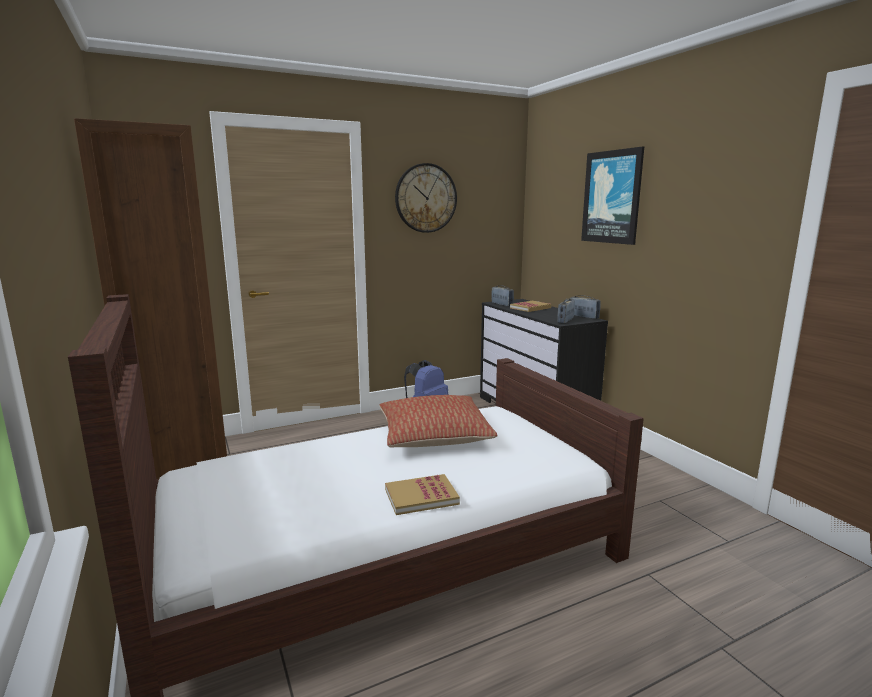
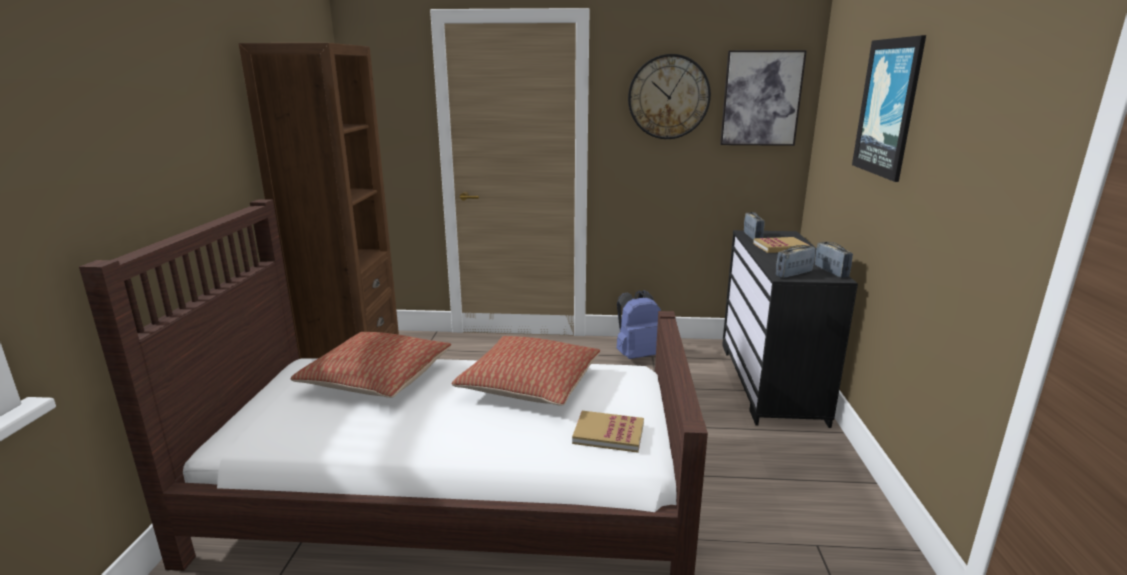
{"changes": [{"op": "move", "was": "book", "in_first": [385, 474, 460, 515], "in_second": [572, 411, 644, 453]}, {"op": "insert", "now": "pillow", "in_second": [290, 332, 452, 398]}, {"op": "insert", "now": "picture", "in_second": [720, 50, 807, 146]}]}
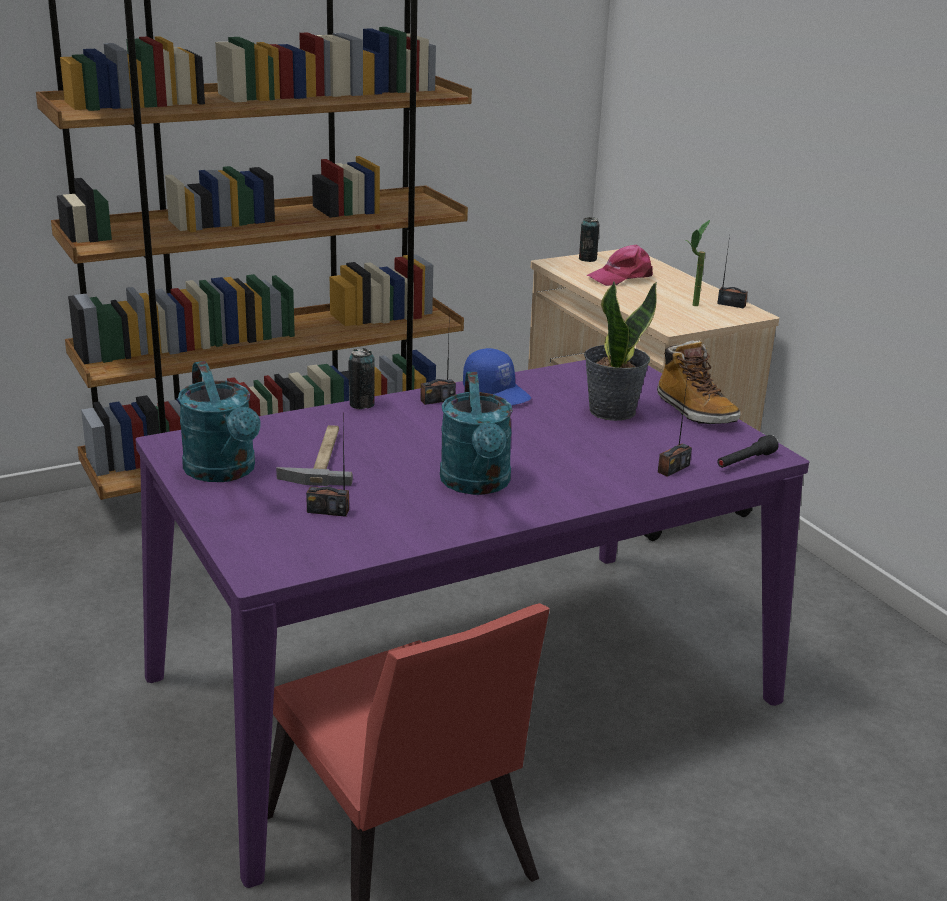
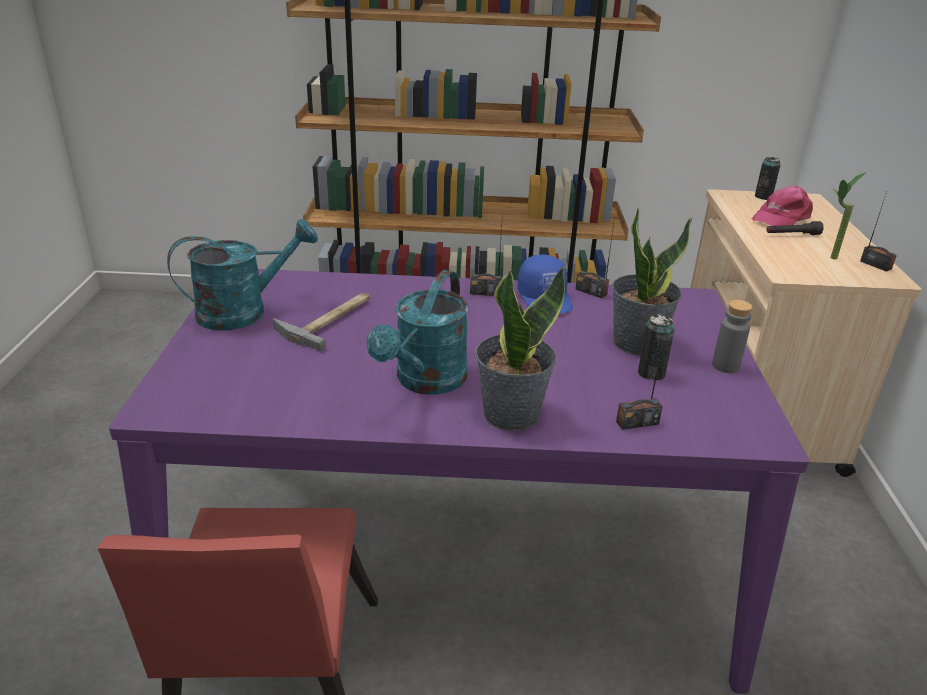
{"changes": [{"op": "rotate", "was": "watering can (turquoise)", "in_first": [178, 361, 261, 482], "in_second": [167, 219, 318, 330], "clockwise": -120}, {"op": "move", "was": "radio", "in_first": [306, 419, 349, 517], "in_second": [575, 217, 615, 298]}, {"op": "move", "was": "can", "in_first": [349, 348, 375, 409], "in_second": [638, 314, 675, 380]}, {"op": "rotate", "was": "cap (pink)", "in_first": [586, 245, 653, 286], "in_second": [752, 186, 813, 226], "clockwise": -45}, {"op": "replace", "was": "boot", "now": "bottle (grey)", "in_first": [657, 340, 741, 424], "in_second": [712, 300, 753, 373]}, {"op": "move", "was": "flashlight (black)", "in_first": [718, 435, 778, 468], "in_second": [766, 221, 824, 235]}, {"op": "insert", "now": "potted plant", "in_second": [475, 266, 565, 431]}]}
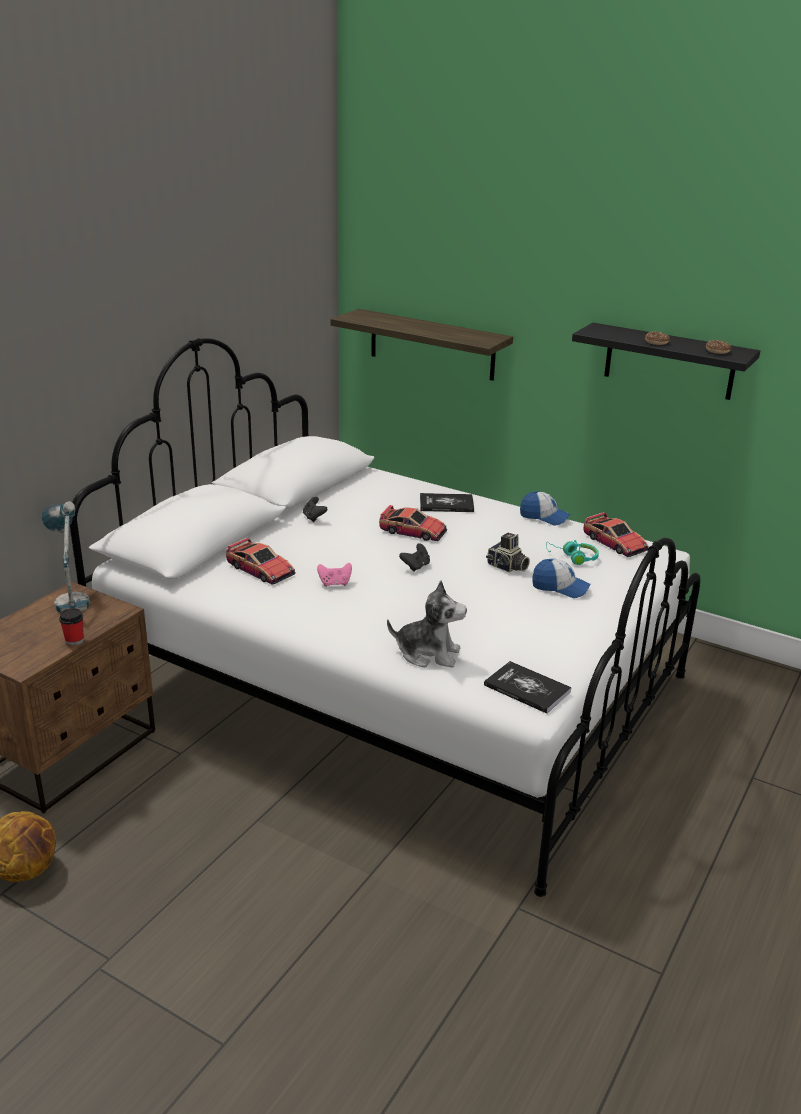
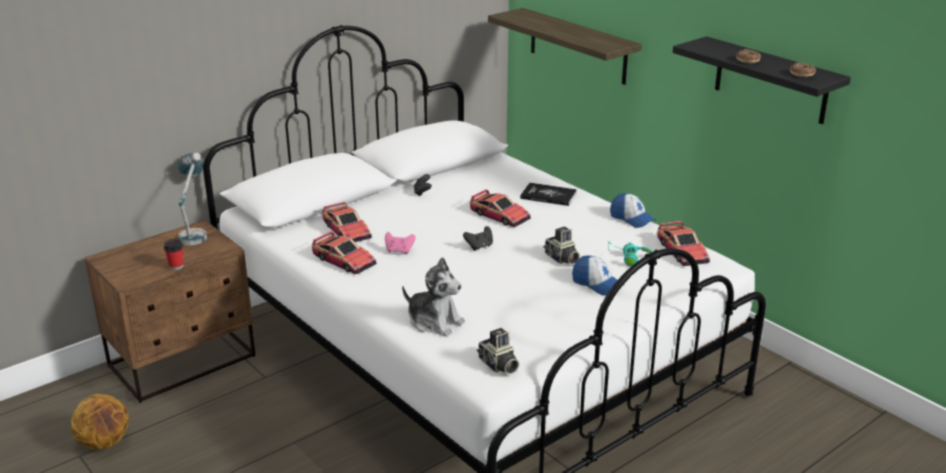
{"changes": [{"op": "replace", "was": "book", "now": "photo camera", "in_first": [484, 661, 572, 714], "in_second": [477, 328, 519, 375]}, {"op": "insert", "now": "toy car", "in_second": [312, 231, 377, 274]}]}
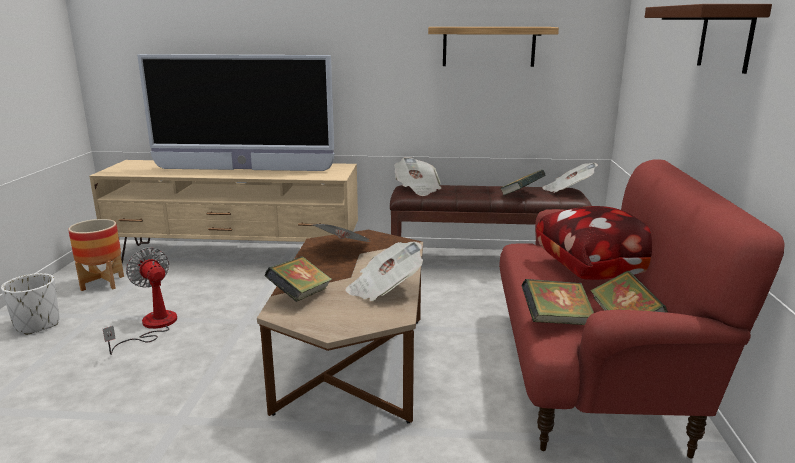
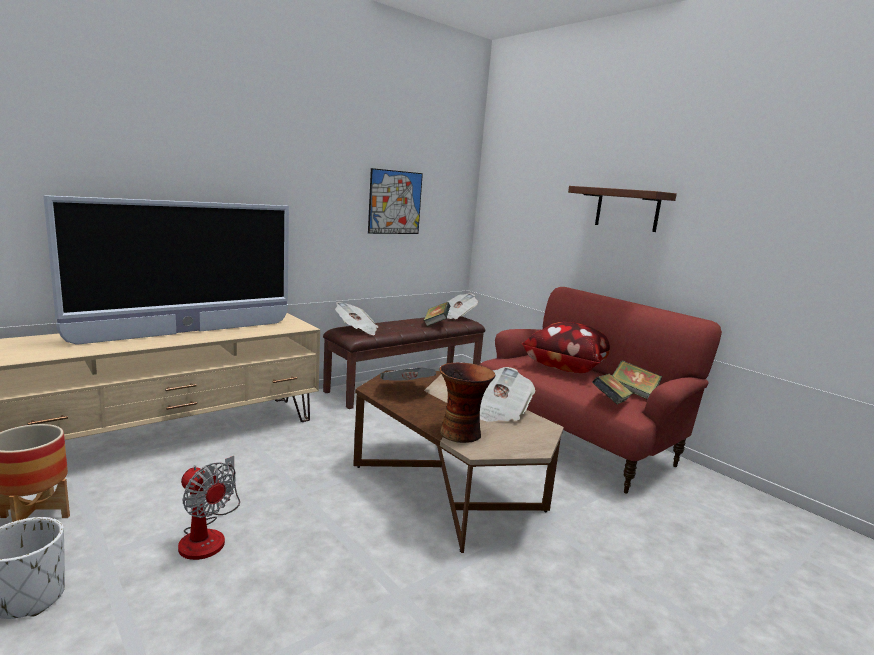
{"changes": [{"op": "rotate", "was": "fan", "in_first": [103, 248, 177, 355], "in_second": [178, 456, 240, 560], "clockwise": -150}, {"op": "replace", "was": "book", "now": "vase", "in_first": [264, 256, 332, 302], "in_second": [439, 363, 495, 443]}, {"op": "replace", "was": "shelf", "now": "picture", "in_first": [428, 27, 559, 67], "in_second": [368, 168, 423, 234]}]}
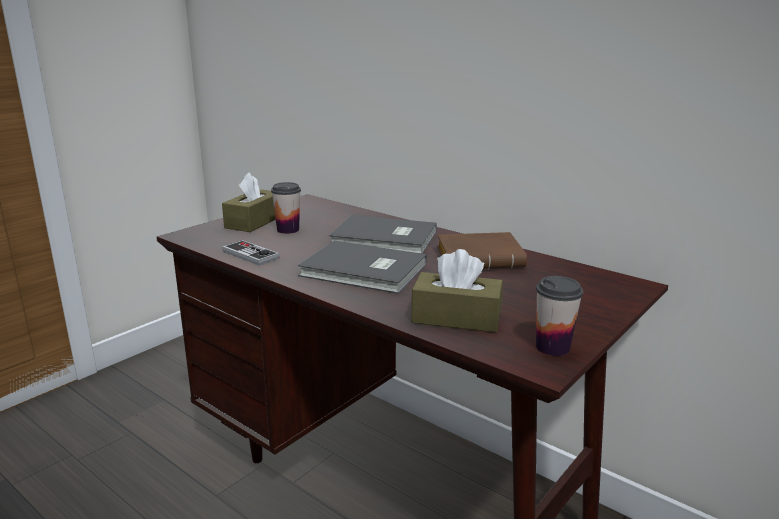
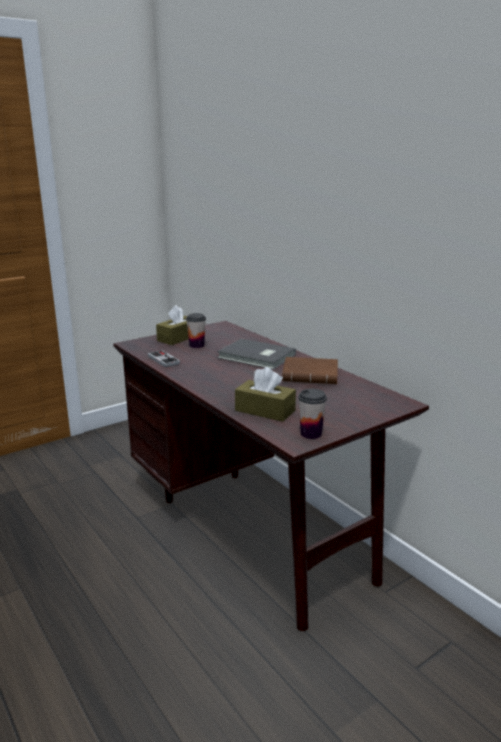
{"changes": [{"op": "delete", "was": "book (grey)", "in_first": [298, 241, 427, 294]}]}
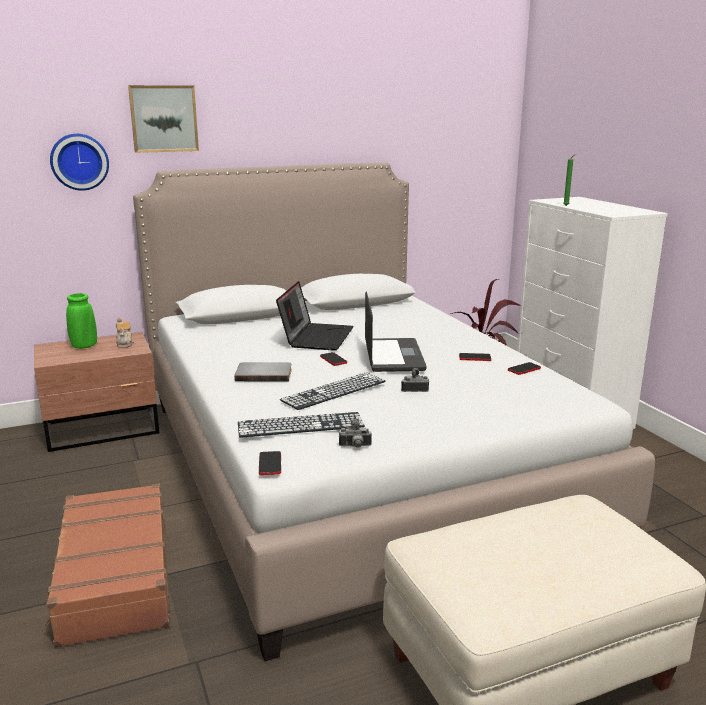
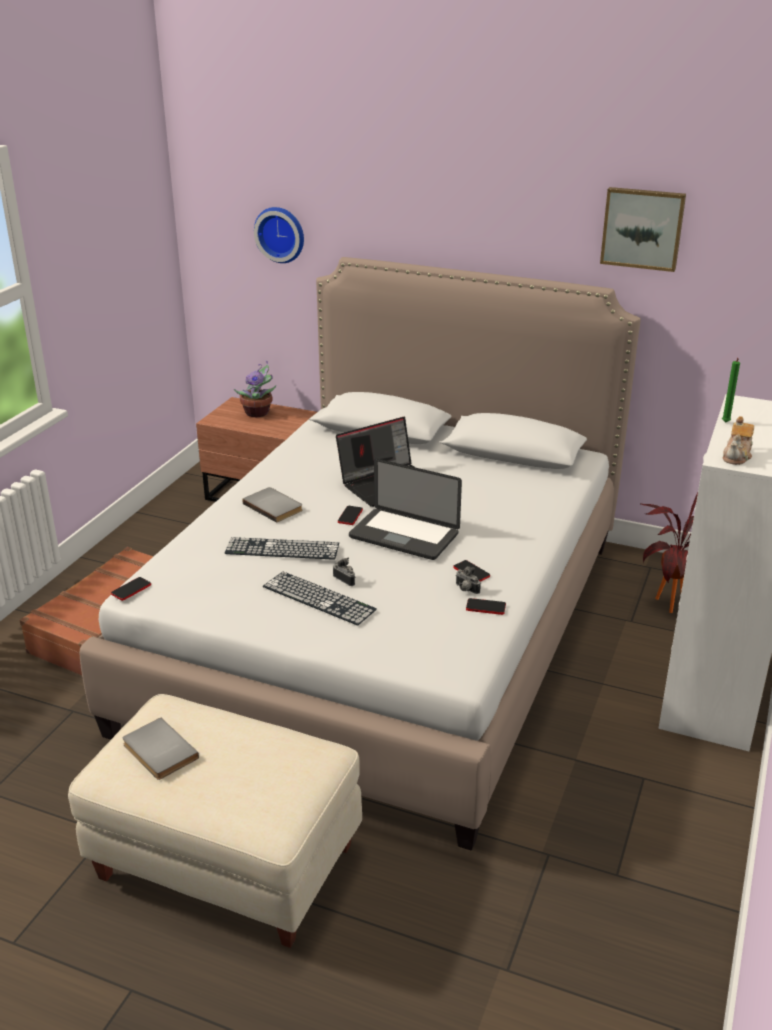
{"changes": [{"op": "replace", "was": "vase (green)", "now": "potted plant", "in_first": [66, 293, 97, 349], "in_second": [234, 360, 276, 417]}, {"op": "move", "was": "teapot", "in_first": [116, 318, 134, 348], "in_second": [723, 416, 754, 465]}, {"op": "move", "was": "picture", "in_first": [128, 85, 199, 153], "in_second": [600, 187, 686, 272]}, {"op": "move", "was": "keyboard", "in_first": [238, 412, 365, 438], "in_second": [263, 572, 377, 625]}, {"op": "move", "was": "photo camera", "in_first": [339, 419, 372, 448], "in_second": [456, 566, 481, 594]}, {"op": "rotate", "was": "laptop", "in_first": [365, 291, 426, 372], "in_second": [349, 459, 462, 560], "clockwise": 75}, {"op": "insert", "now": "book (grey)", "in_second": [123, 718, 199, 780]}]}
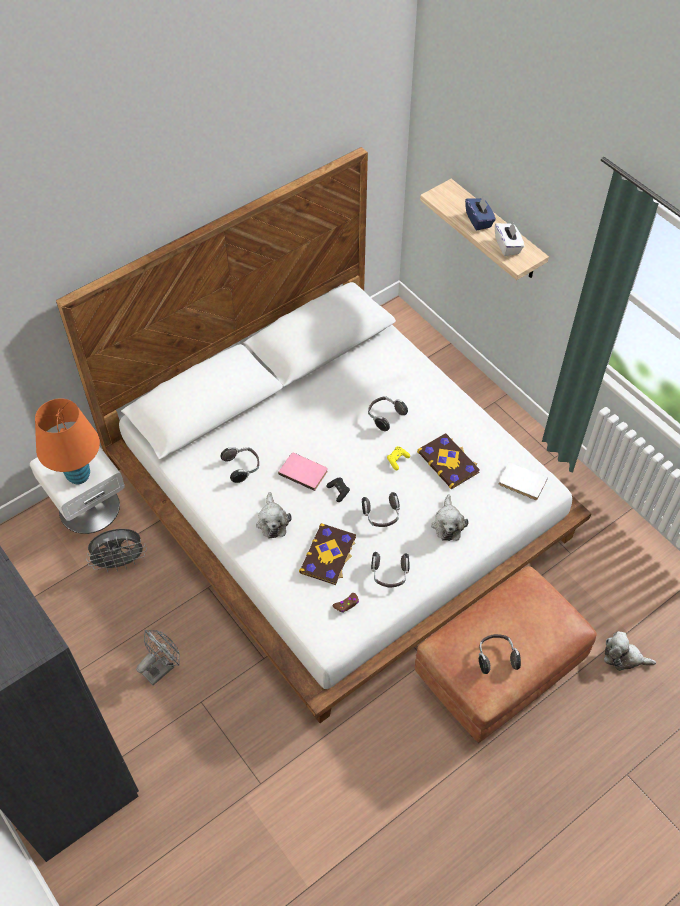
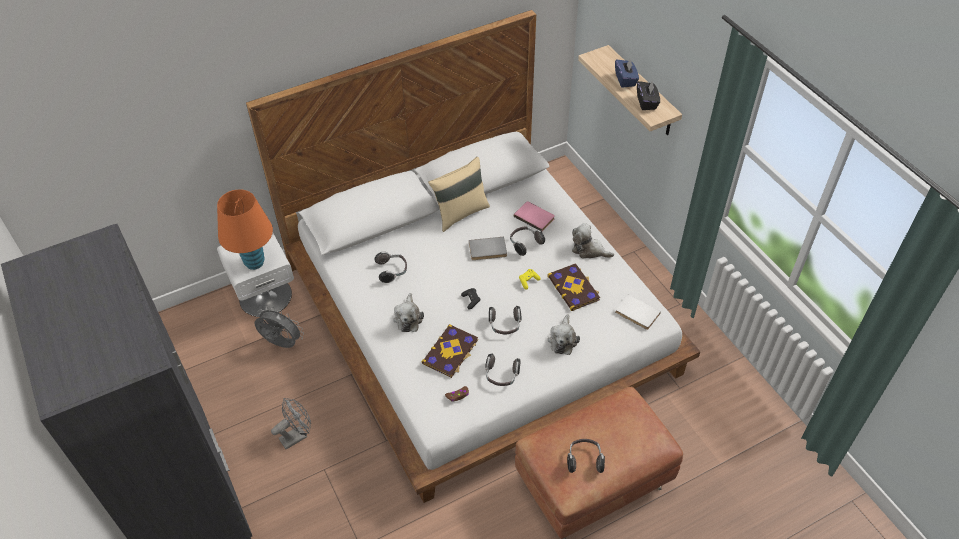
{"changes": [{"op": "rotate", "was": "fan (grey)", "in_first": [86, 529, 147, 572], "in_second": [255, 306, 304, 348], "clockwise": -150}, {"op": "move", "was": "book (pink)", "in_first": [278, 453, 328, 491], "in_second": [514, 201, 555, 232]}, {"op": "recolor", "was": "tissue box (white)", "now": "tissue box (black)", "in_first": [495, 222, 524, 256], "in_second": [637, 81, 660, 110]}, {"op": "move", "was": "plush toy", "in_first": [604, 631, 656, 671], "in_second": [572, 223, 614, 259]}, {"op": "insert", "now": "pillow (beige)", "in_second": [428, 157, 490, 232]}, {"op": "insert", "now": "book (grey)", "in_second": [469, 237, 507, 260]}]}
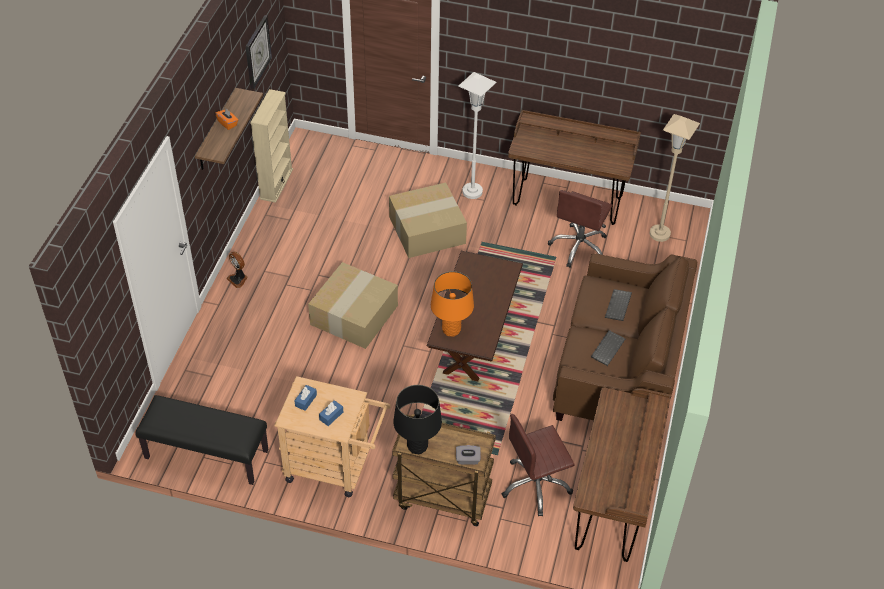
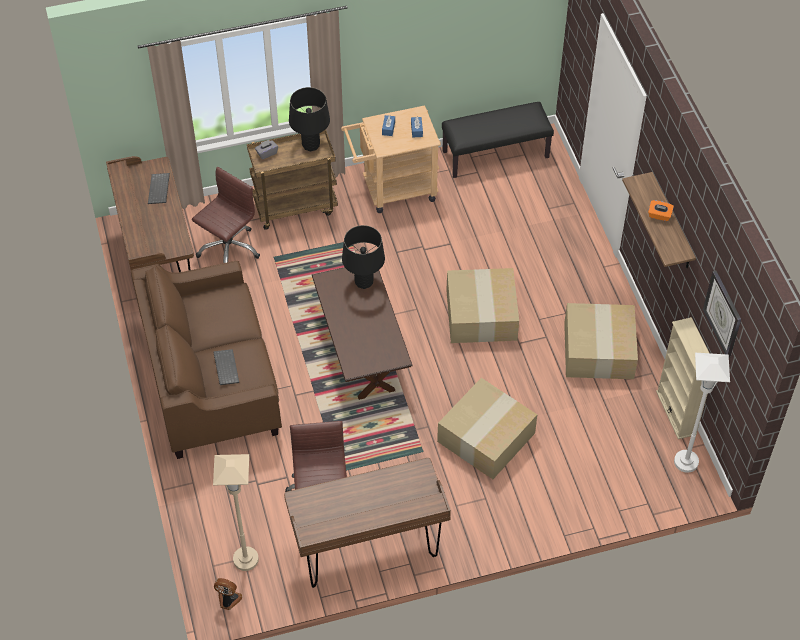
{"changes": [{"op": "move", "was": "fan", "in_first": [227, 252, 247, 288], "in_second": [214, 578, 242, 610]}, {"op": "recolor", "was": "table lamp (orange)", "now": "table lamp (black)", "in_first": [431, 271, 474, 337], "in_second": [342, 225, 385, 289]}, {"op": "move", "was": "floor lamp (white)", "in_first": [459, 72, 496, 199], "in_second": [674, 353, 730, 473]}, {"op": "move", "was": "keyboard", "in_first": [591, 330, 625, 366], "in_second": [148, 173, 170, 204]}, {"op": "insert", "now": "cardboard box", "in_second": [564, 303, 638, 379]}]}
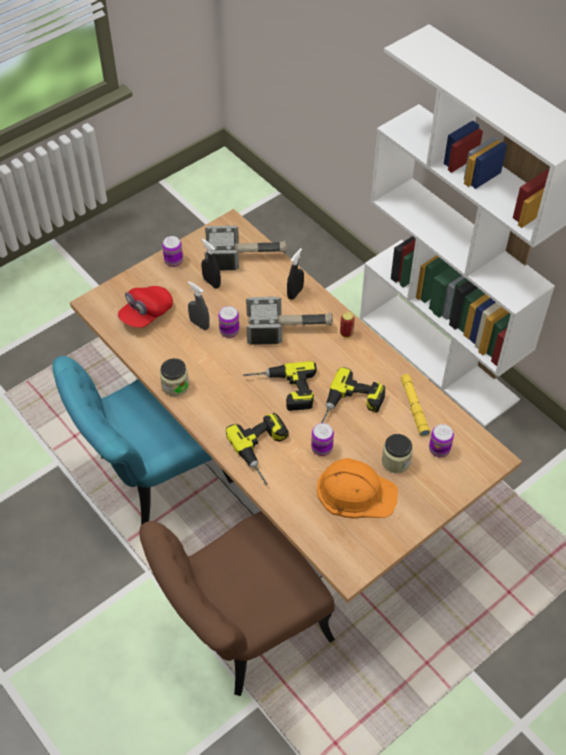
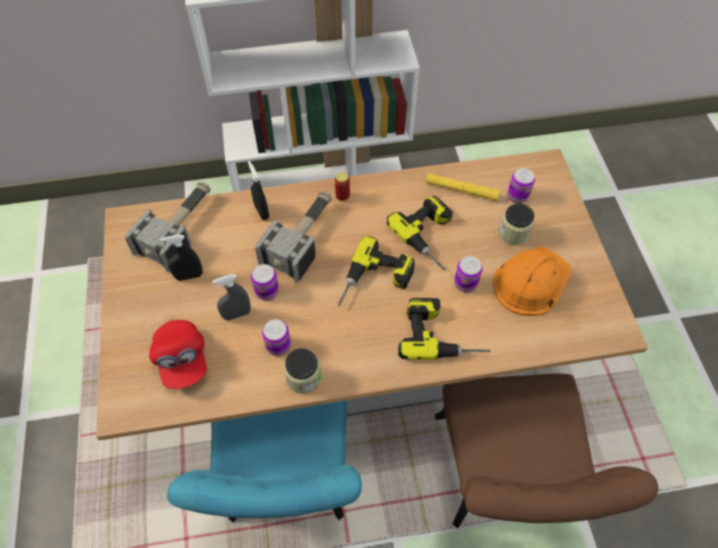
{"changes": [{"op": "move", "was": "can", "in_first": [162, 236, 183, 267], "in_second": [262, 319, 291, 356]}]}
